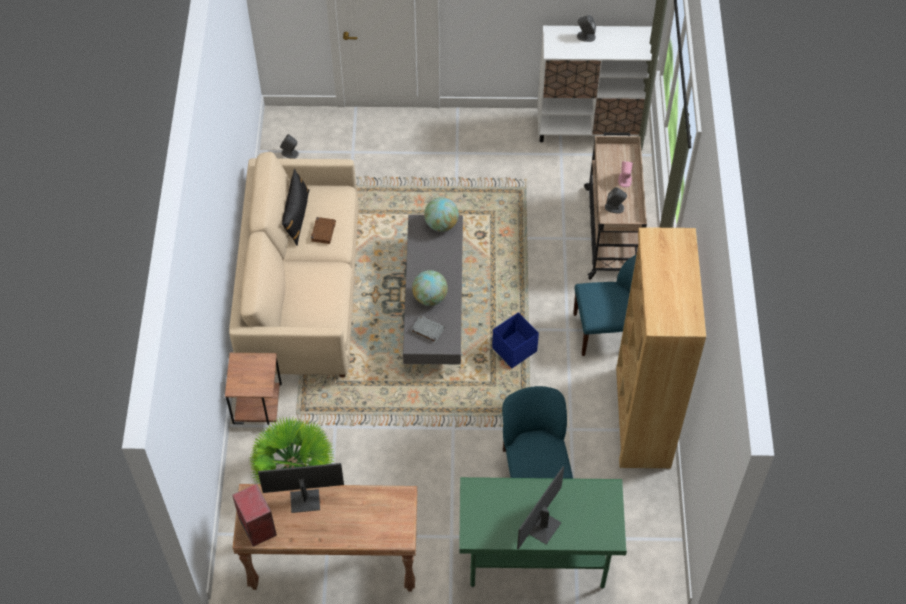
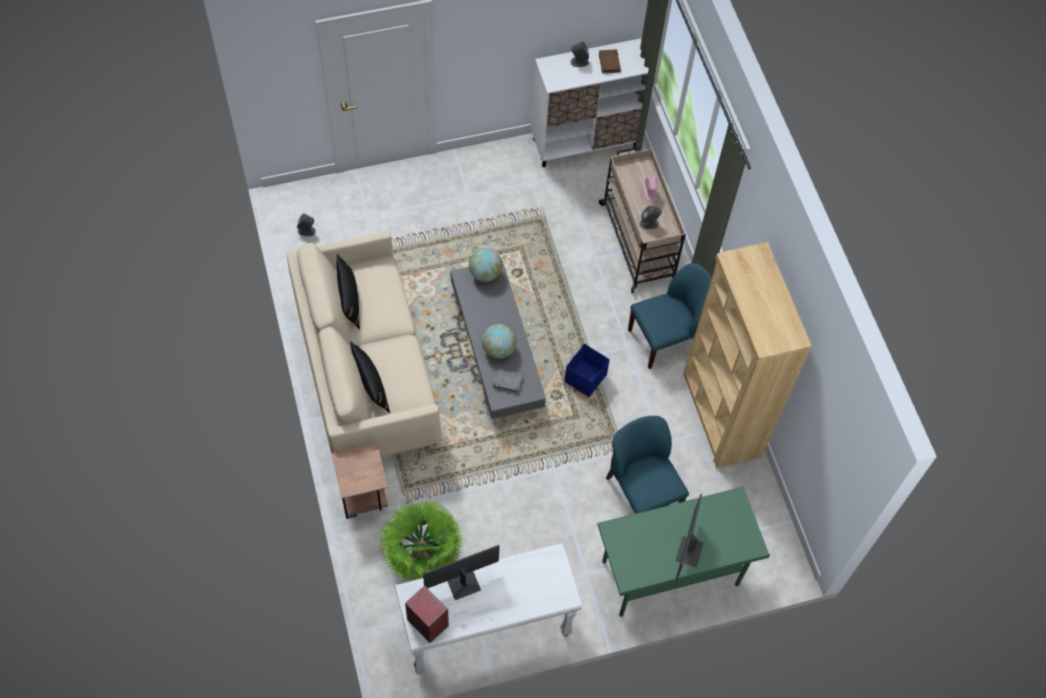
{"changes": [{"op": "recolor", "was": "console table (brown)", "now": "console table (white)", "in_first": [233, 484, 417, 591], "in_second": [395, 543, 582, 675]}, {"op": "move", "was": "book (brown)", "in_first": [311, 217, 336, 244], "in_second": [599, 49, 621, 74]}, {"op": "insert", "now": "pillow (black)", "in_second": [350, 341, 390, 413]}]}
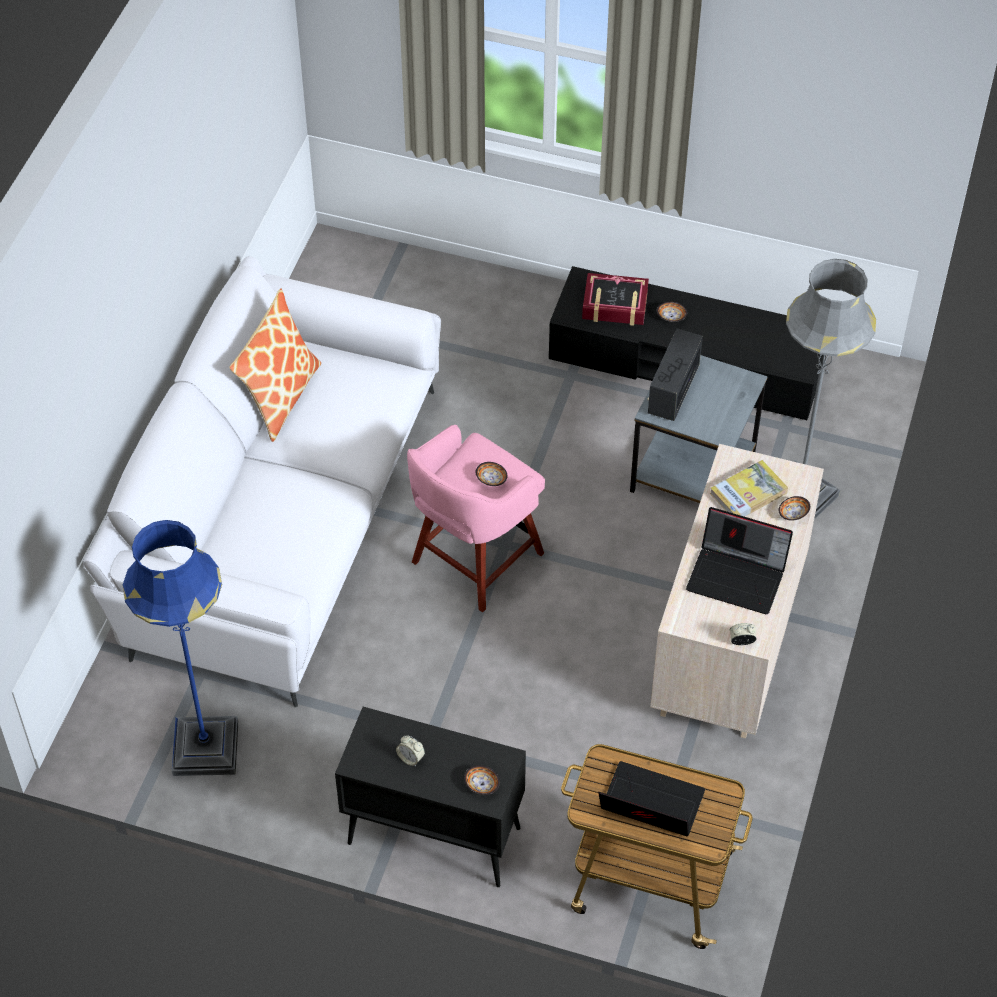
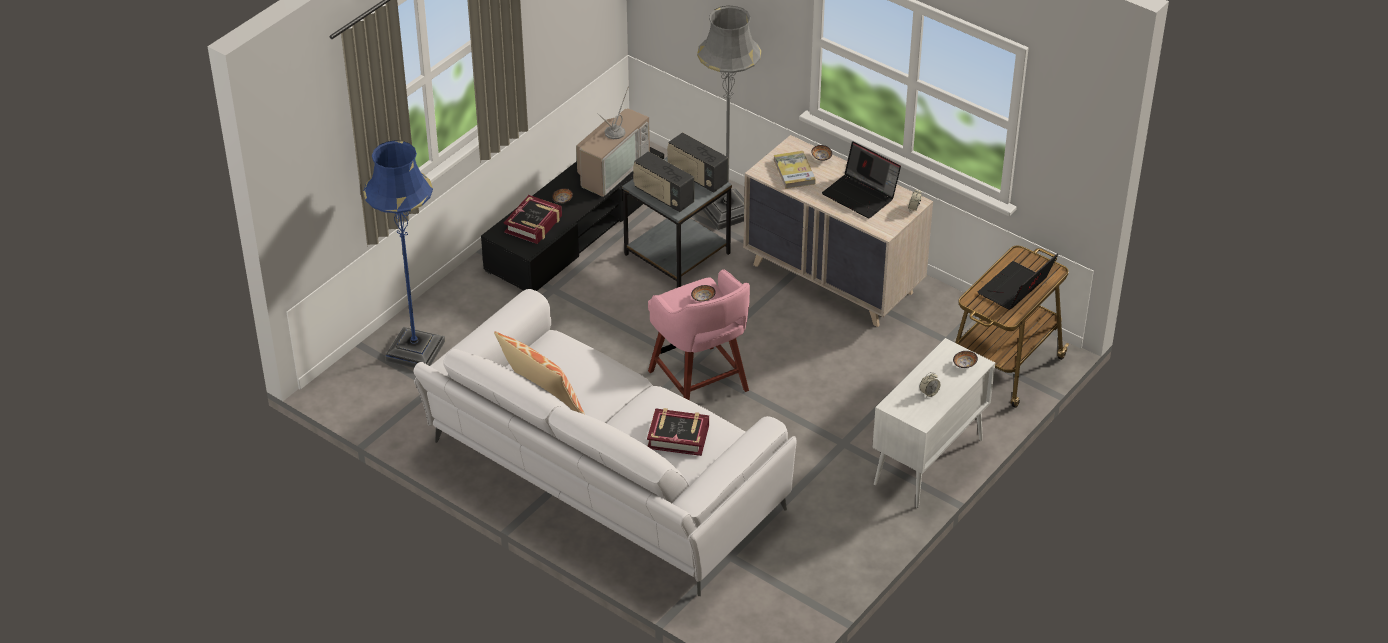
{"changes": [{"op": "move", "was": "floor lamp (blue)", "in_first": [123, 520, 238, 776], "in_second": [363, 140, 445, 368]}, {"op": "recolor", "was": "cabinet (black)", "now": "cabinet (white)", "in_first": [335, 707, 526, 887], "in_second": [872, 338, 995, 508]}, {"op": "rotate", "was": "laptop", "in_first": [686, 507, 793, 614], "in_second": [822, 141, 901, 219], "clockwise": 90}, {"op": "insert", "now": "television", "in_second": [576, 88, 650, 197]}, {"op": "insert", "now": "book", "in_second": [647, 408, 709, 456]}, {"op": "insert", "now": "radio", "in_second": [667, 132, 728, 192]}]}
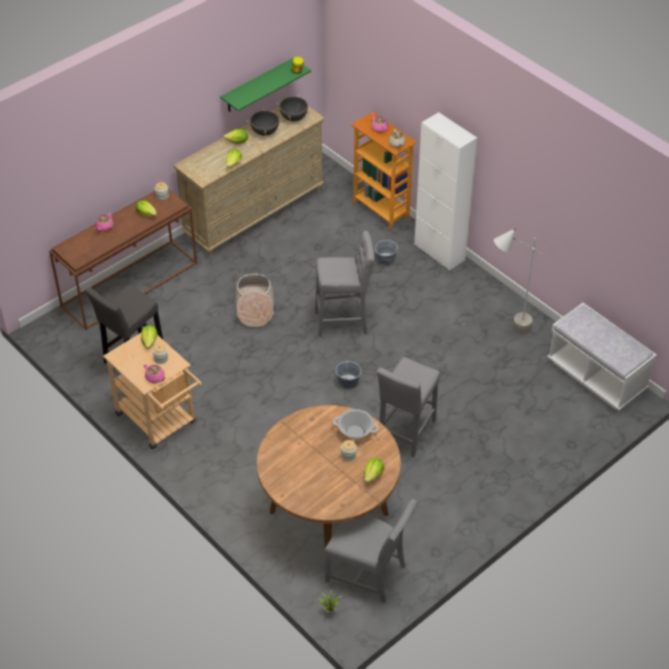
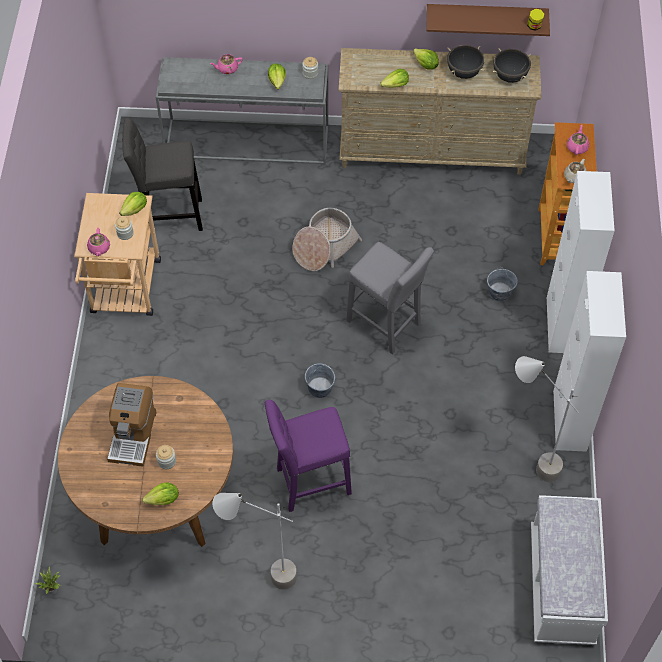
{"changes": [{"op": "recolor", "was": "console table (brown)", "now": "console table (grey)", "in_first": [49, 189, 197, 330], "in_second": [156, 57, 328, 165]}, {"op": "recolor", "was": "shelf (green)", "now": "shelf (brown)", "in_first": [220, 58, 311, 112], "in_second": [426, 4, 550, 36]}, {"op": "delete", "was": "chair (grey)", "in_first": [324, 499, 417, 603]}, {"op": "delete", "was": "cooking pot", "in_first": [333, 409, 379, 440]}, {"op": "recolor", "was": "stool (grey)", "now": "stool (purple)", "in_first": [377, 357, 440, 457], "in_second": [265, 400, 352, 512]}, {"op": "insert", "now": "coffee machine", "in_second": [107, 383, 157, 467]}, {"op": "insert", "now": "floor lamp (grey)", "in_second": [213, 493, 297, 590]}, {"op": "insert", "now": "cabinet (white)", "in_second": [553, 271, 626, 452]}]}
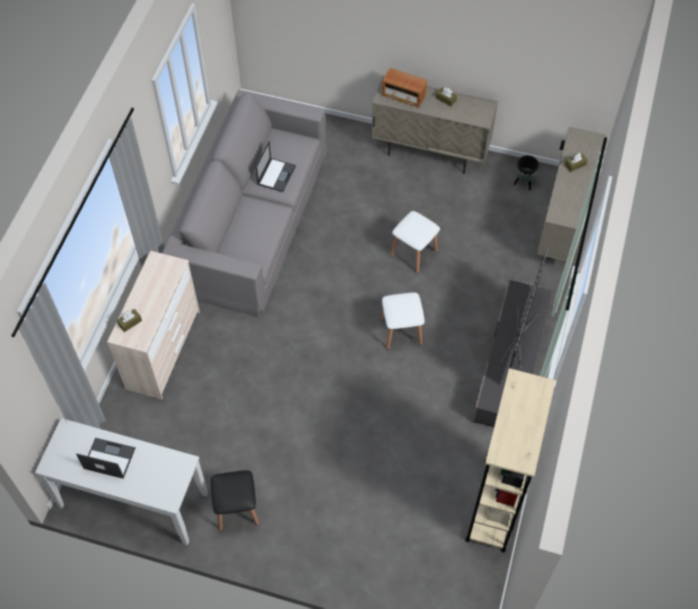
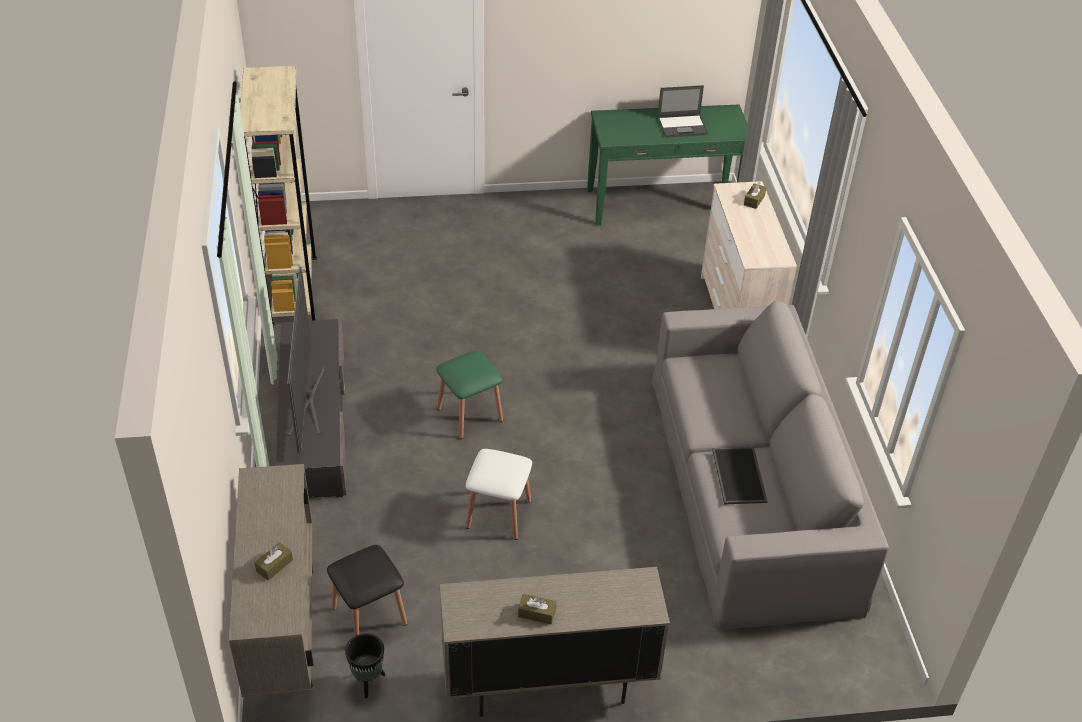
{"changes": [{"op": "recolor", "was": "console table (white)", "now": "console table (green)", "in_first": [35, 418, 208, 545], "in_second": [587, 105, 747, 226]}, {"op": "move", "was": "stool (black)", "in_first": [211, 470, 259, 531], "in_second": [327, 545, 407, 636]}, {"op": "replace", "was": "laptop", "now": "tray", "in_first": [255, 141, 296, 192], "in_second": [712, 447, 767, 504]}, {"op": "recolor", "was": "stool (white)", "now": "stool (green)", "in_first": [381, 292, 425, 350], "in_second": [436, 351, 503, 439]}, {"op": "delete", "was": "radio", "in_first": [382, 68, 427, 107]}]}
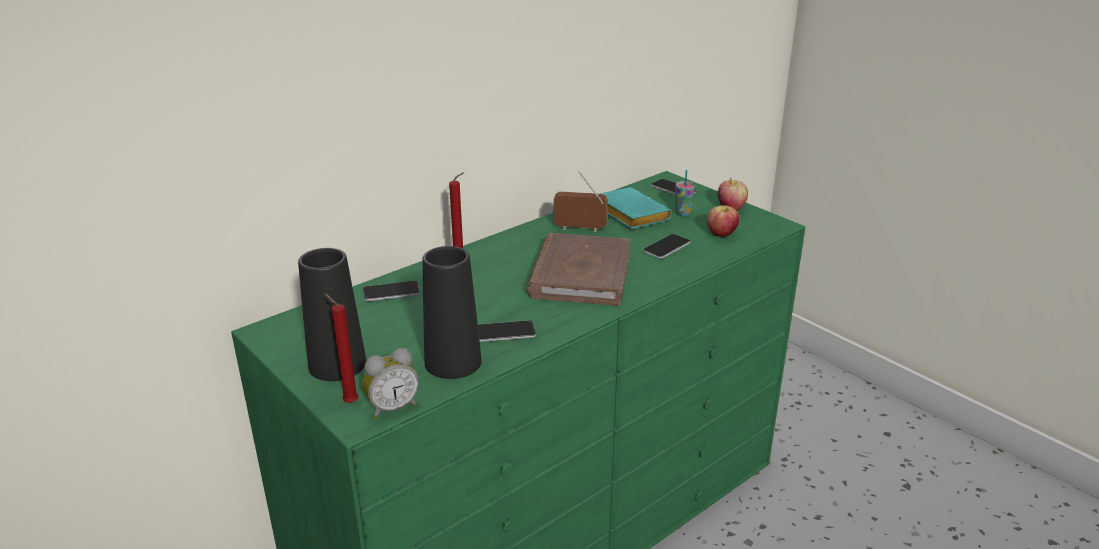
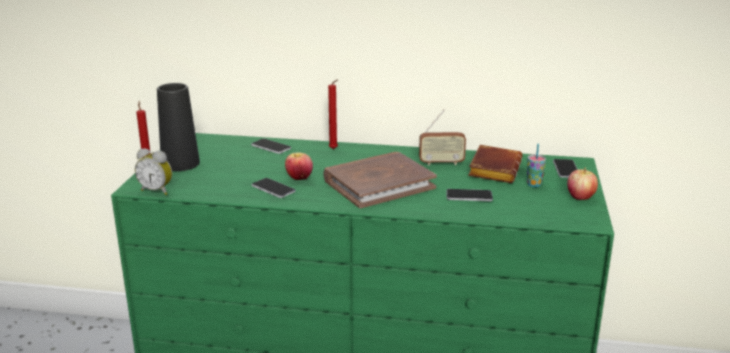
{"changes": [{"op": "delete", "was": "vase (black)", "in_first": [422, 246, 482, 379]}, {"op": "rotate", "was": "radio", "in_first": [553, 171, 608, 232], "in_second": [419, 110, 466, 166], "clockwise": 120}, {"op": "recolor", "was": "book (turquoise)", "now": "book (brown)", "in_first": [600, 187, 672, 229], "in_second": [468, 145, 522, 183]}, {"op": "move", "was": "apple", "in_first": [707, 205, 739, 237], "in_second": [285, 152, 313, 180]}]}
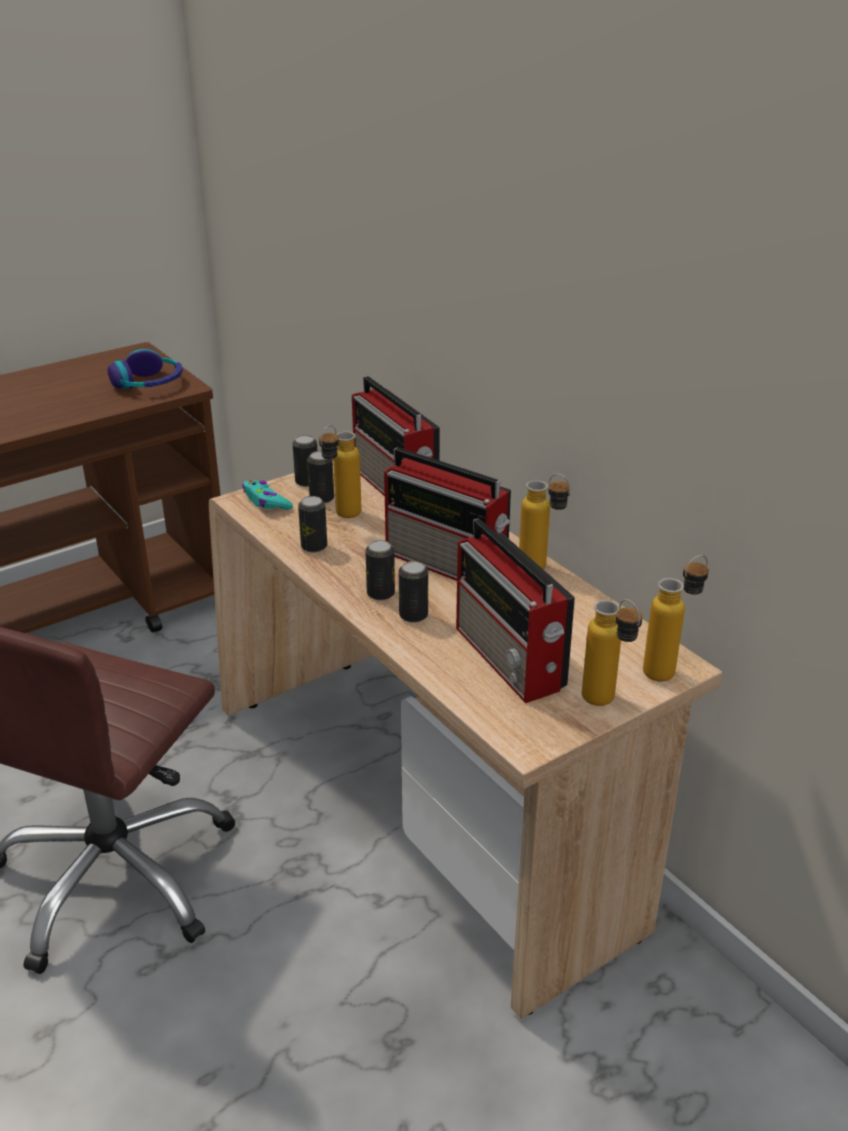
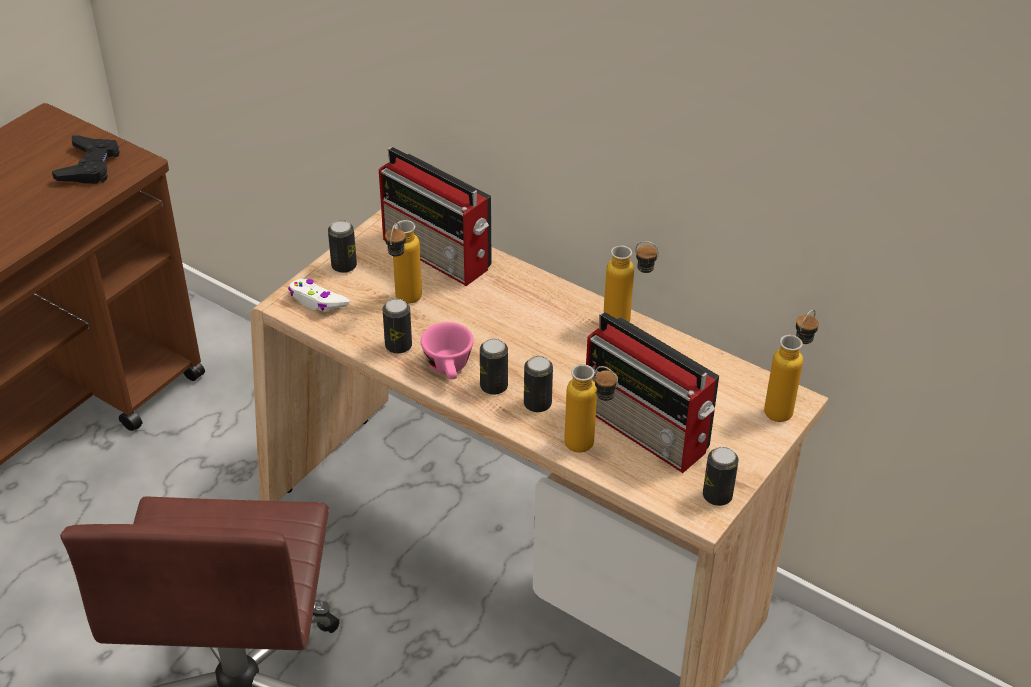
{"changes": [{"op": "replace", "was": "headphones", "now": "game controller (black)", "in_first": [107, 349, 183, 389], "in_second": [52, 135, 119, 184]}, {"op": "recolor", "was": "game controller (turquoise)", "now": "game controller (white)", "in_first": [242, 480, 293, 510], "in_second": [288, 279, 350, 312]}, {"op": "move", "was": "can", "in_first": [307, 451, 334, 503], "in_second": [703, 447, 739, 506]}, {"op": "delete", "was": "radio", "in_first": [384, 447, 511, 581]}, {"op": "move", "was": "bottle", "in_first": [582, 599, 643, 706], "in_second": [564, 364, 618, 453]}, {"op": "insert", "now": "cup (pink)", "in_second": [421, 322, 474, 379]}]}
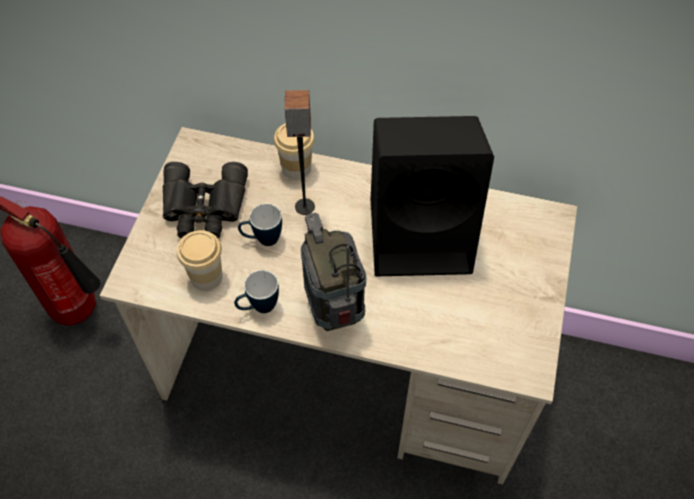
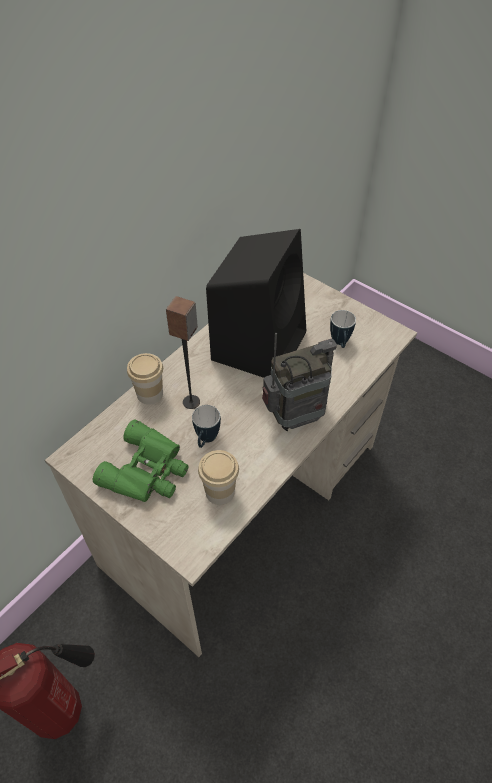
{"changes": [{"op": "recolor", "was": "binoculars (black)", "now": "binoculars (green)", "in_first": [163, 162, 248, 238], "in_second": [93, 419, 189, 502]}, {"op": "move", "was": "mug", "in_first": [234, 270, 279, 313], "in_second": [330, 310, 356, 348]}, {"op": "rotate", "was": "radio", "in_first": [301, 213, 366, 331], "in_second": [262, 333, 337, 431], "clockwise": 150}]}
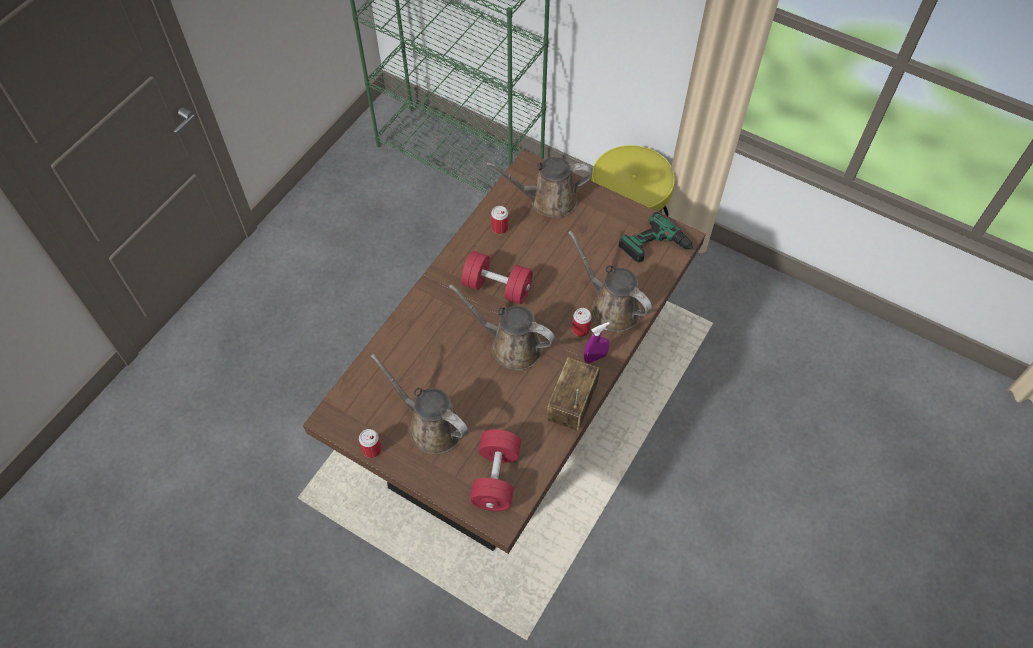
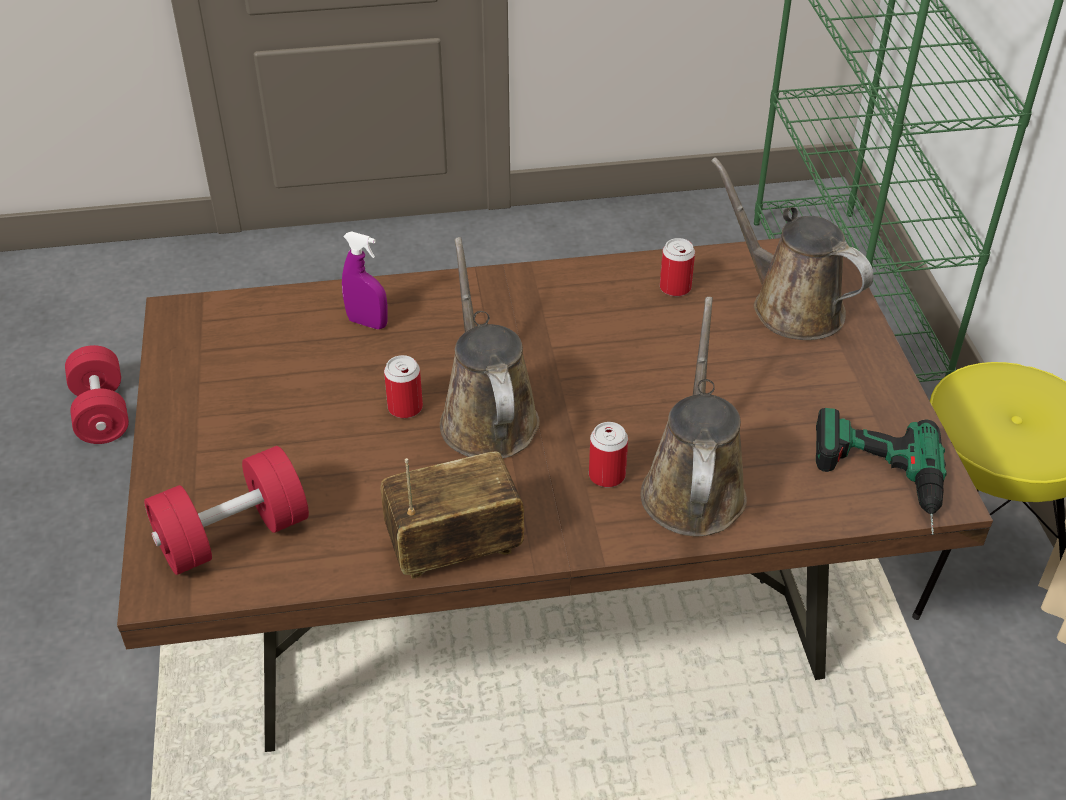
{"changes": [{"op": "move", "was": "can", "in_first": [359, 429, 382, 458], "in_second": [384, 355, 423, 418]}, {"op": "delete", "was": "watering can (brown)", "in_first": [371, 354, 468, 454]}, {"op": "move", "was": "dumbbell (red)", "in_first": [461, 251, 533, 304], "in_second": [65, 345, 129, 444]}, {"op": "move", "was": "spray bottle (purple)", "in_first": [584, 322, 610, 363], "in_second": [342, 231, 388, 329]}]}
